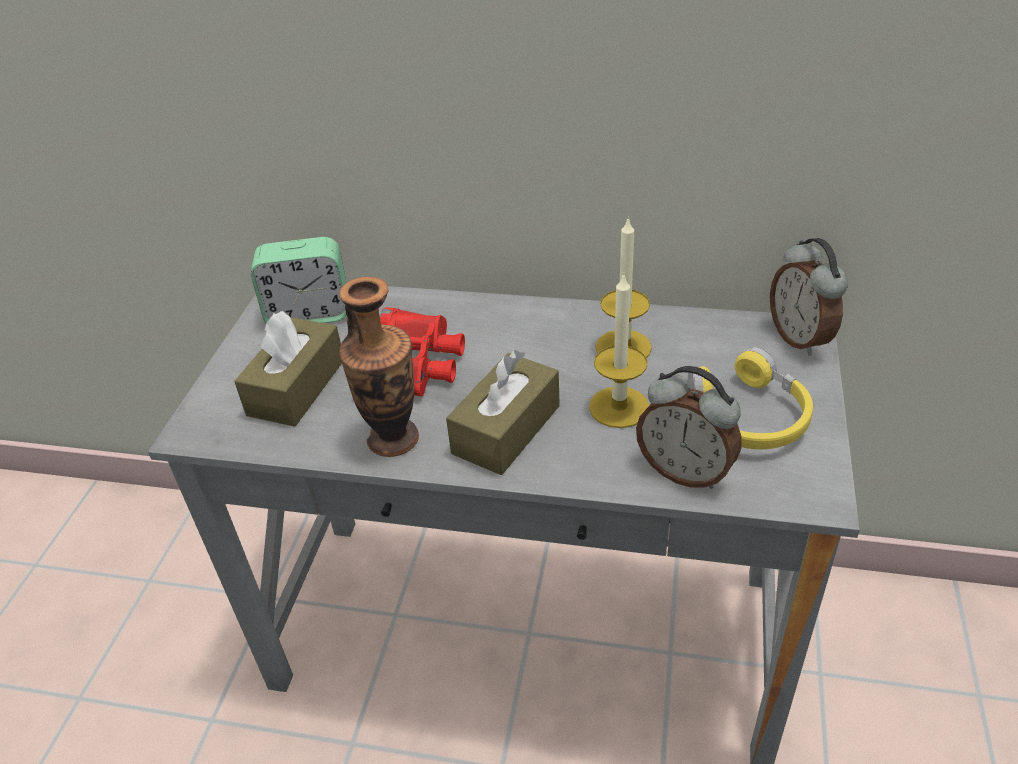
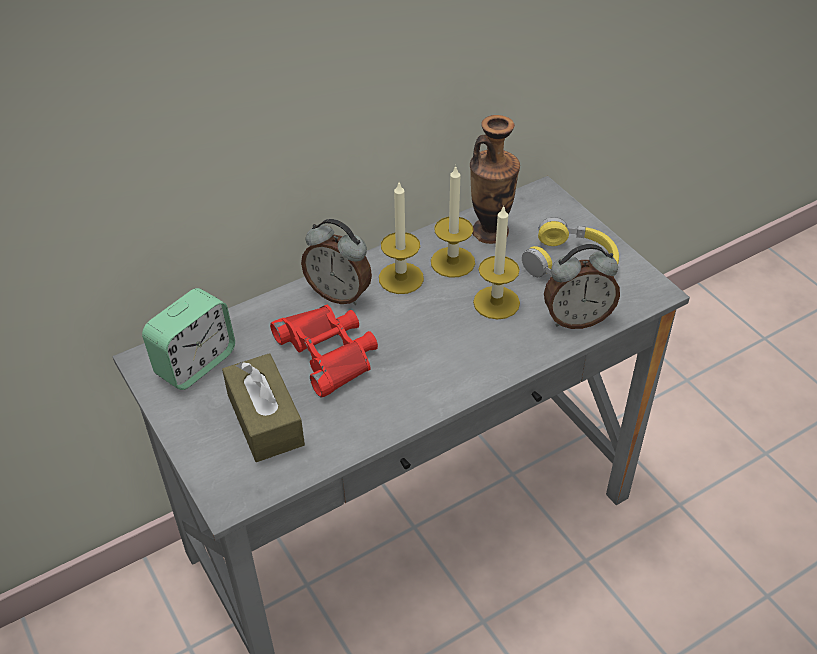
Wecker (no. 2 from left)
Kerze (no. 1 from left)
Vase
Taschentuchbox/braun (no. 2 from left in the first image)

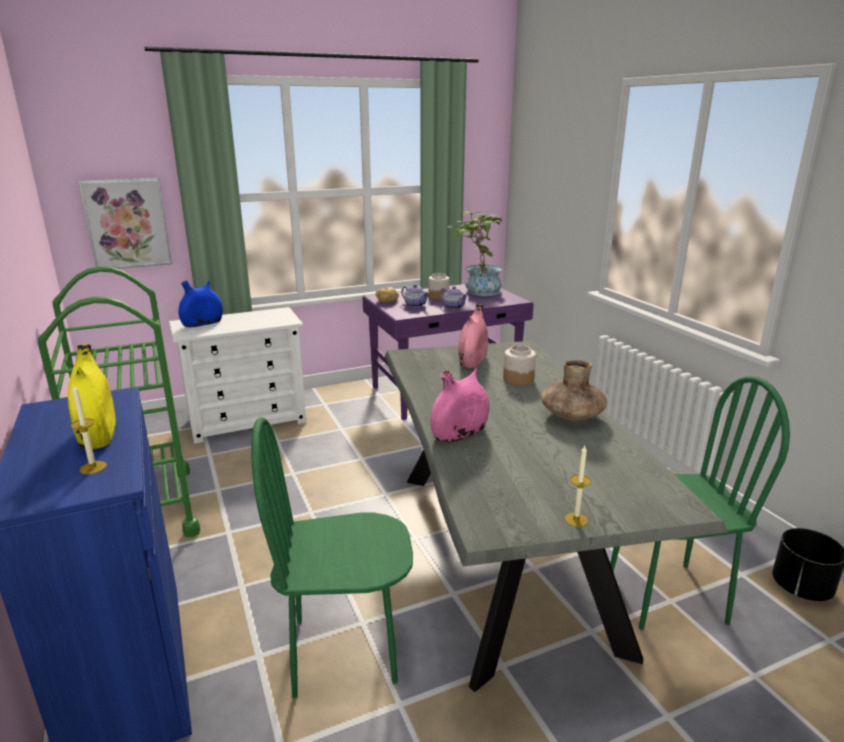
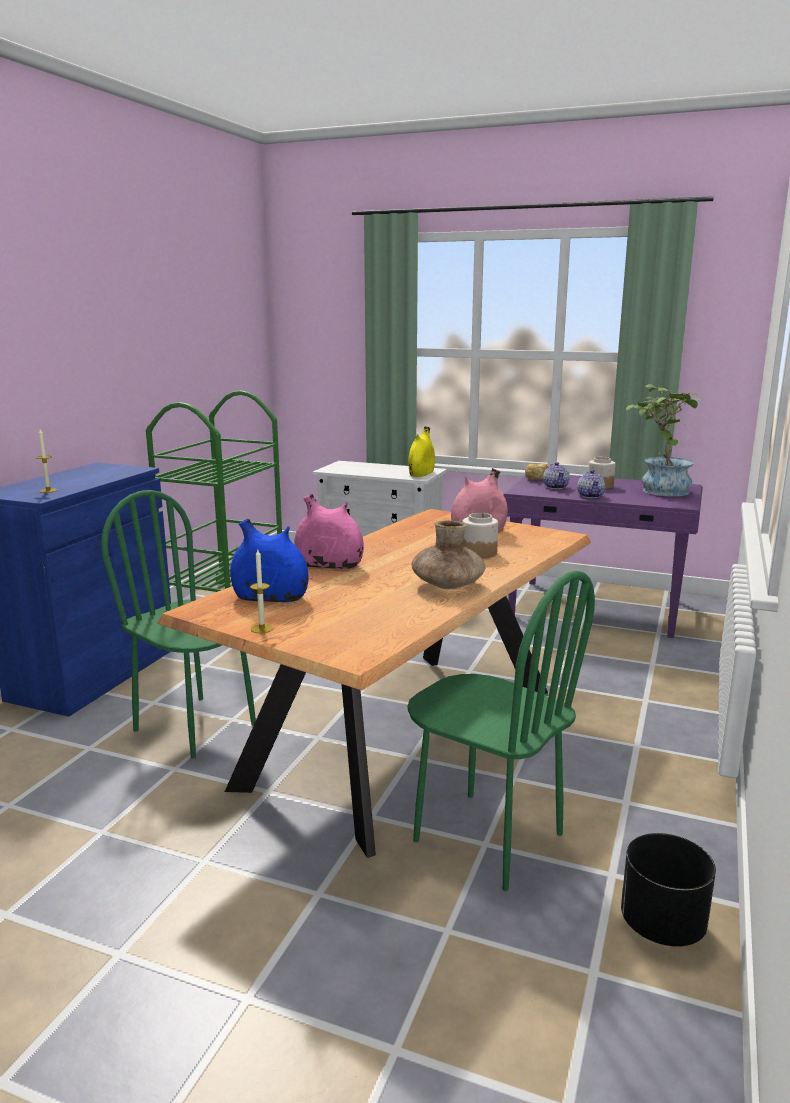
Esstisch/braun
Vase/blau
Vase/gelb
Bild

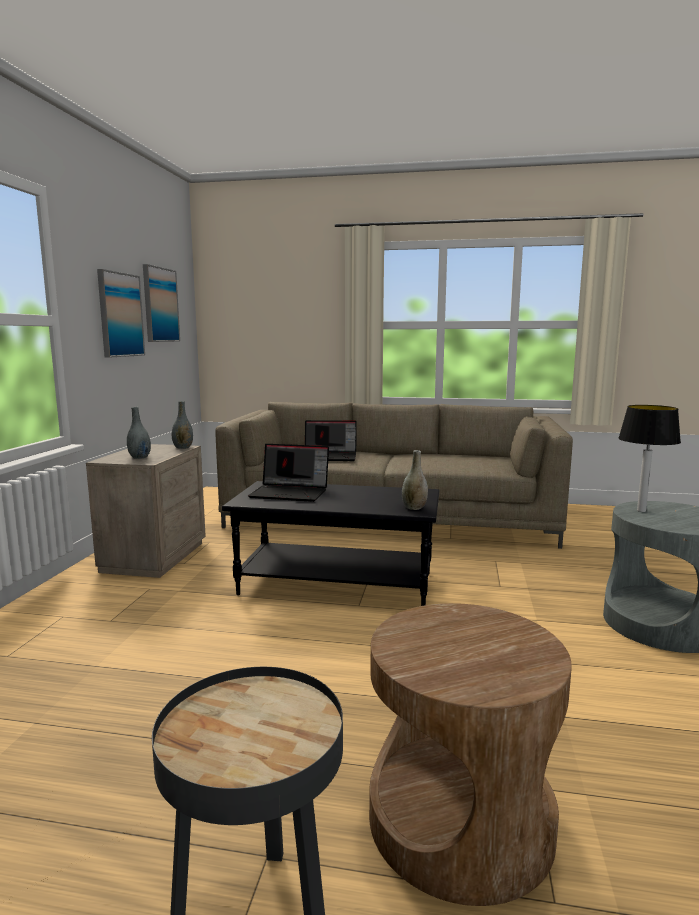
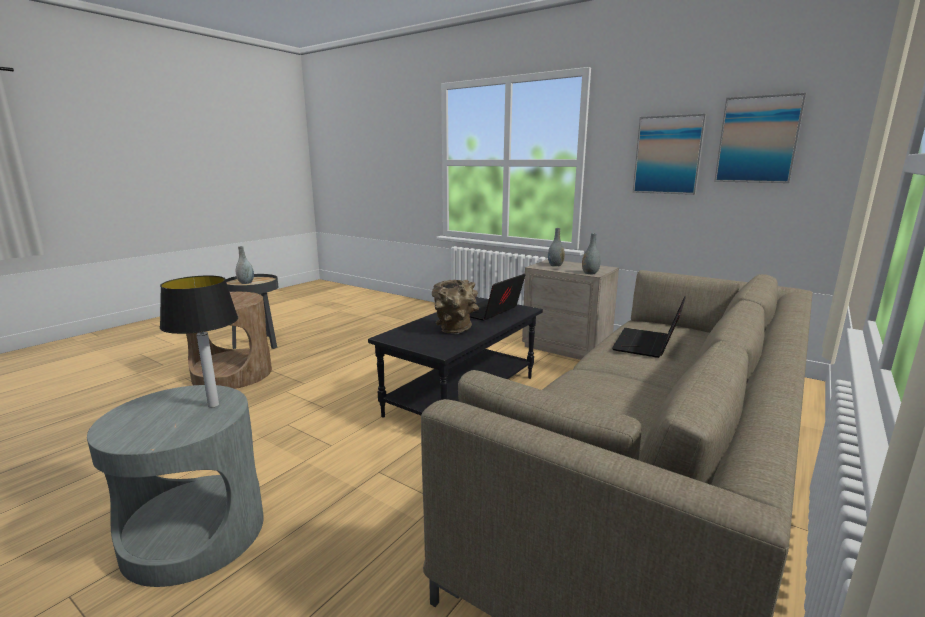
Vase/grau (no. 1 from left)
Vase/braun

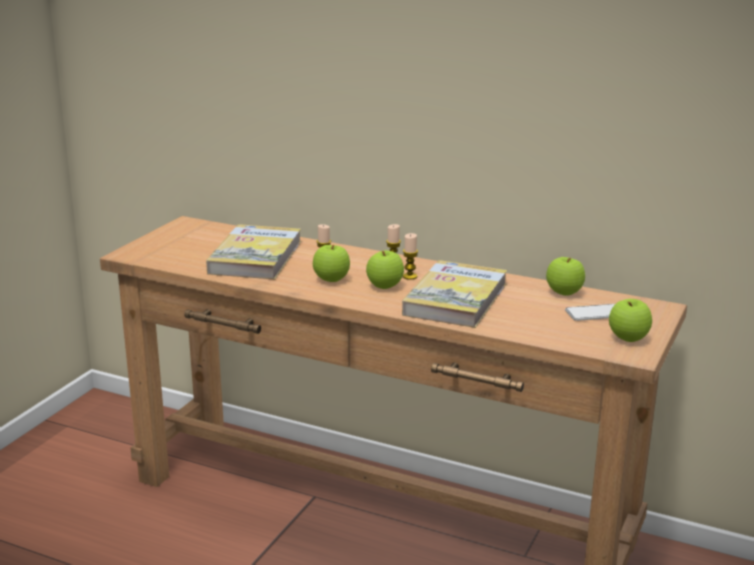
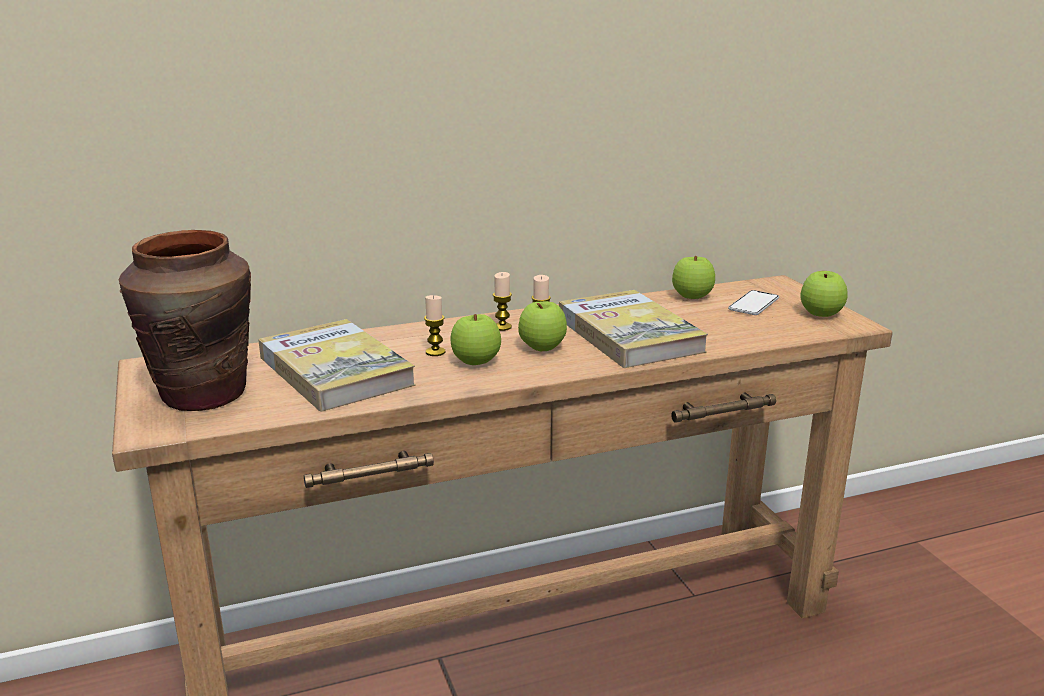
Vase/braun

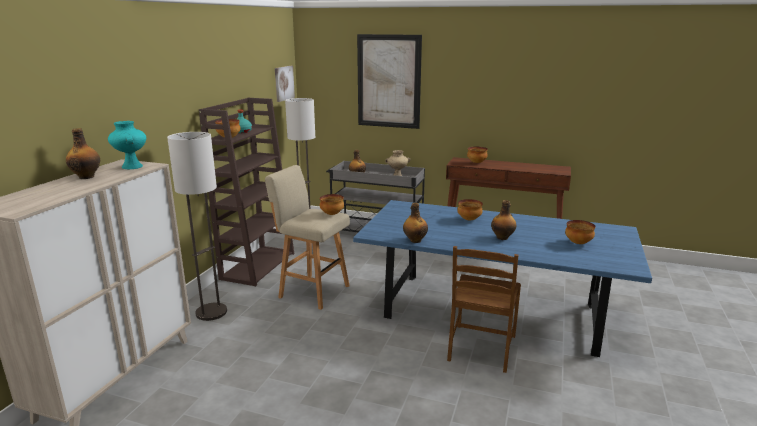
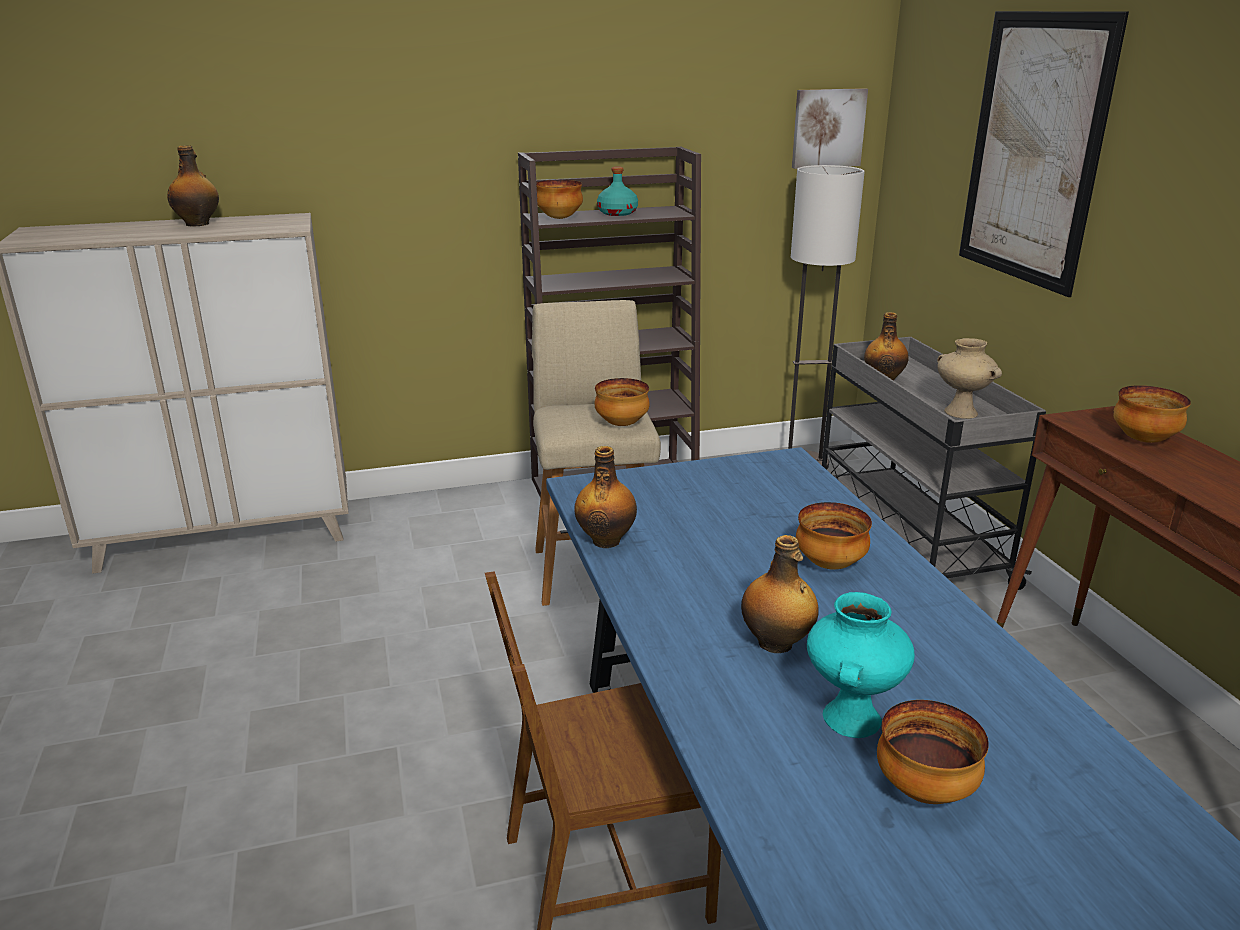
Vase/türkis
Stehlampe (no. 1 from left in the first image)

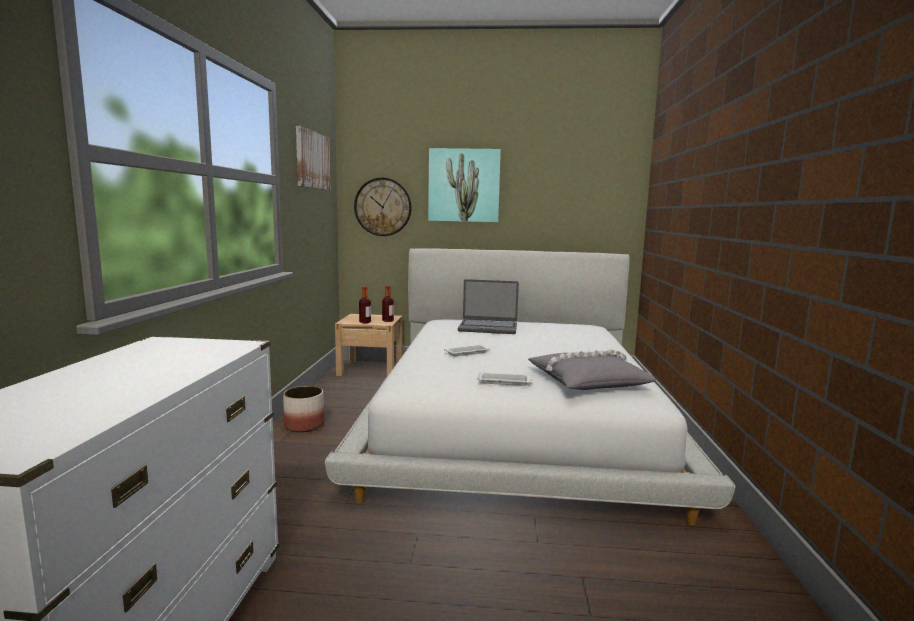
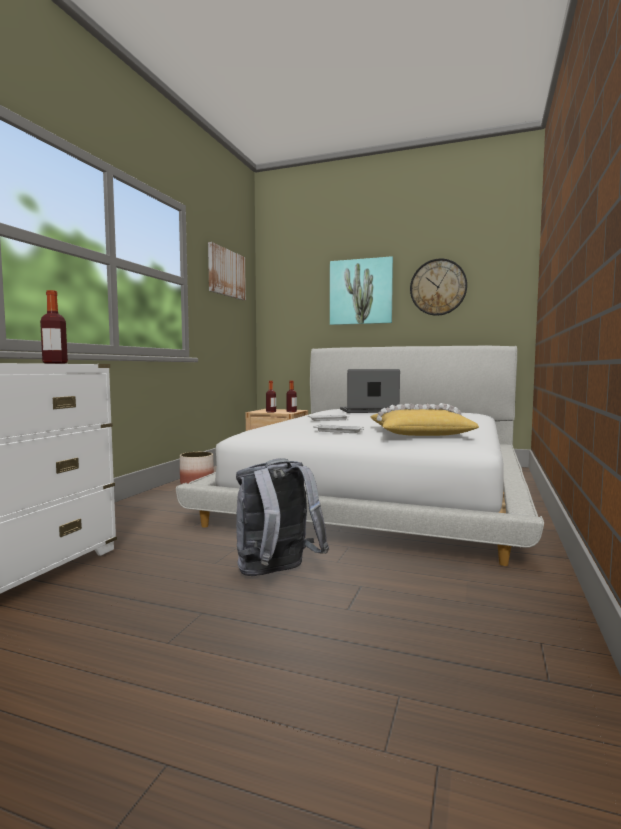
Flasche (no. 1 from left)
Rucksack/grau
Laptop
Kissen/gelb
Wanduhr

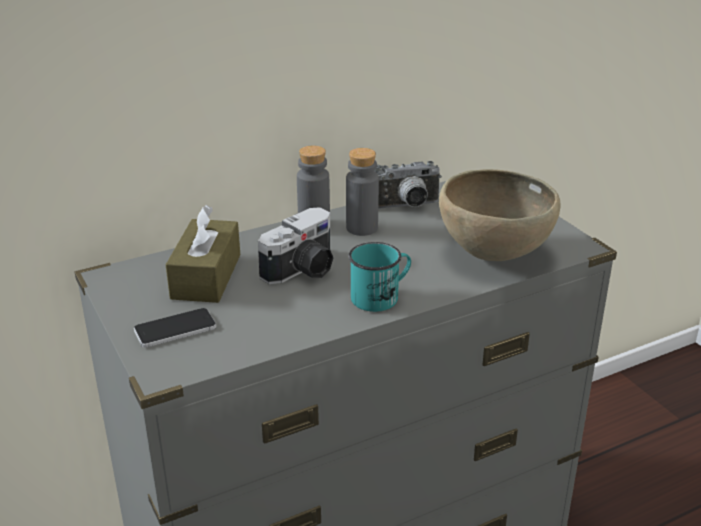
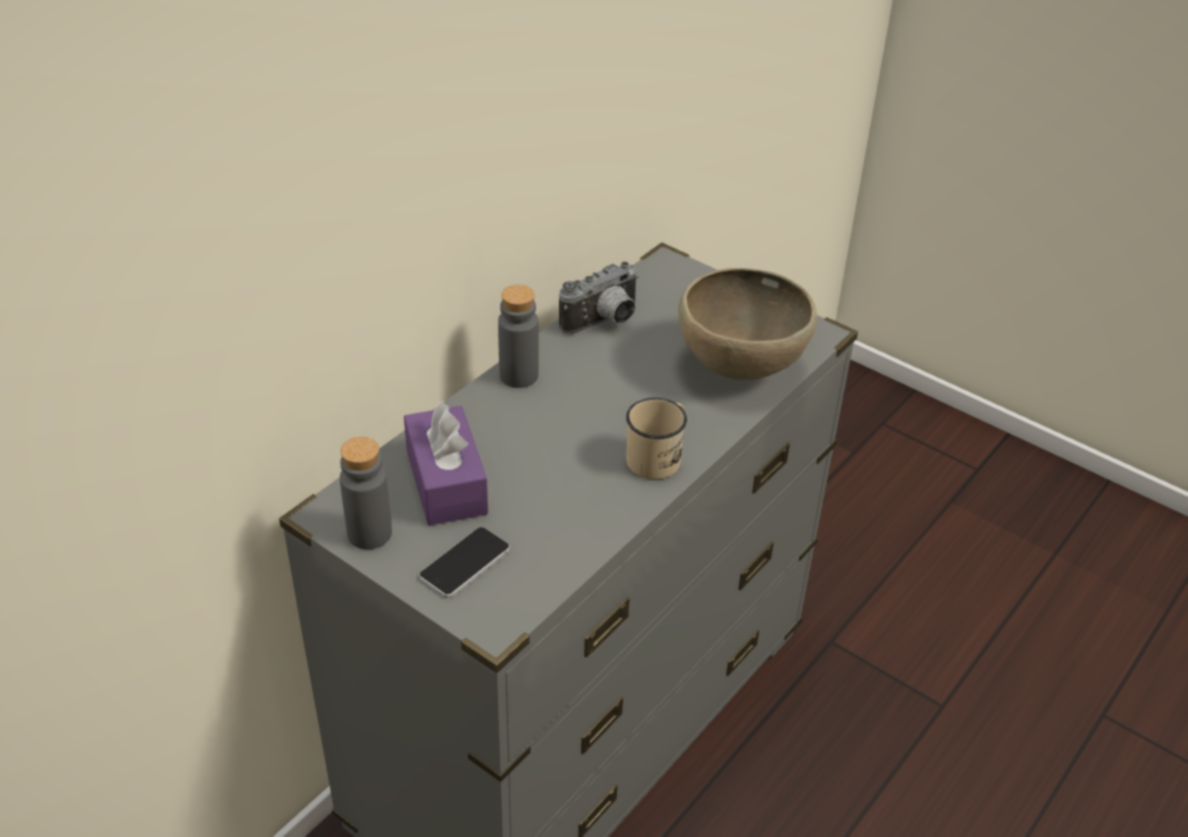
Flasche/grau (no. 1 from left)
Taschentuchbox/lila
Henkelbecher/beige
Kamera (no. 1 from left in the first image)

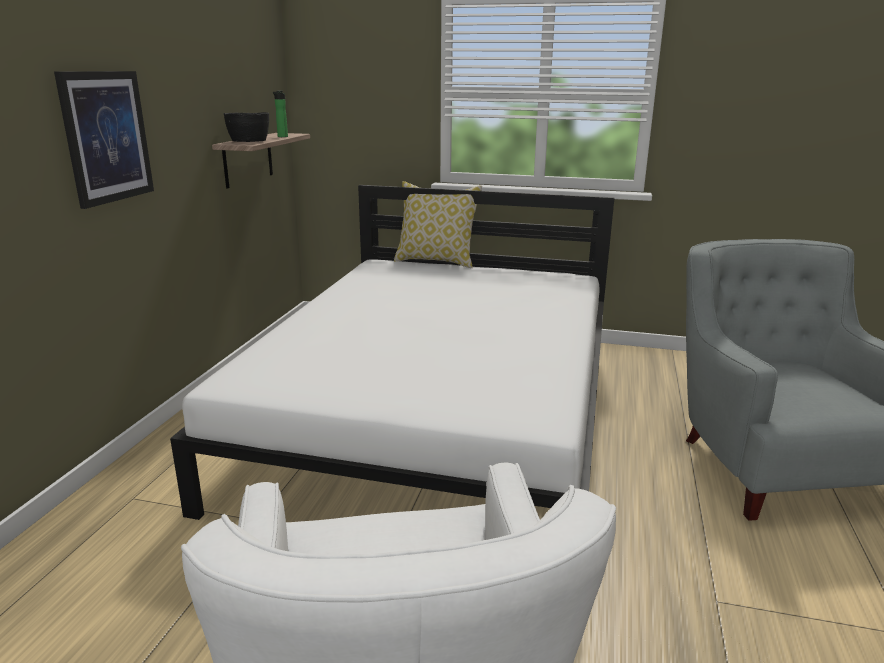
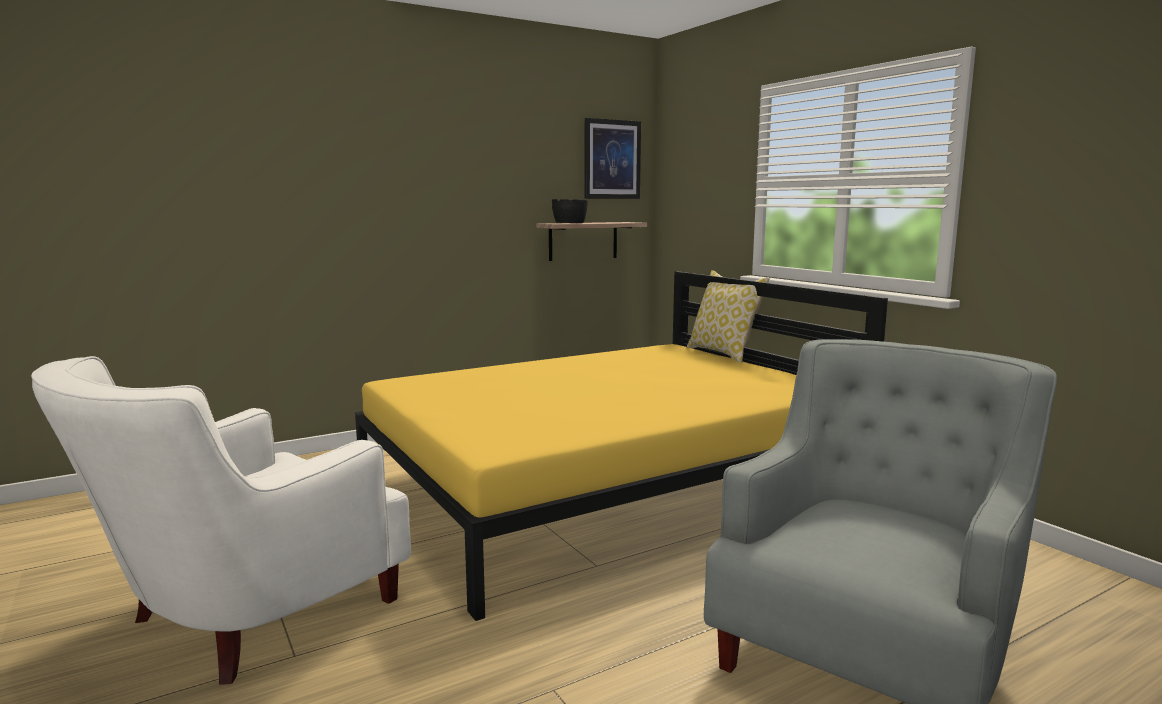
Bett/gelb
Bild
Flasche

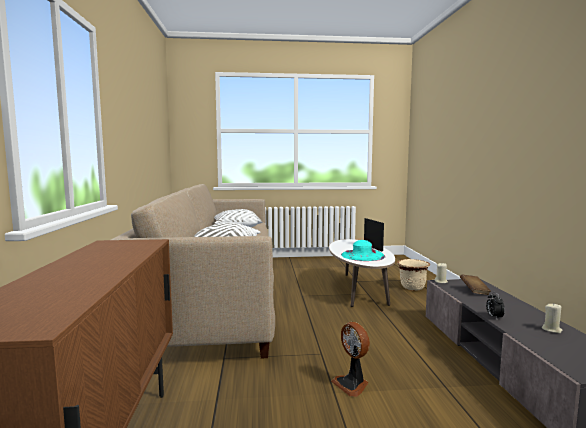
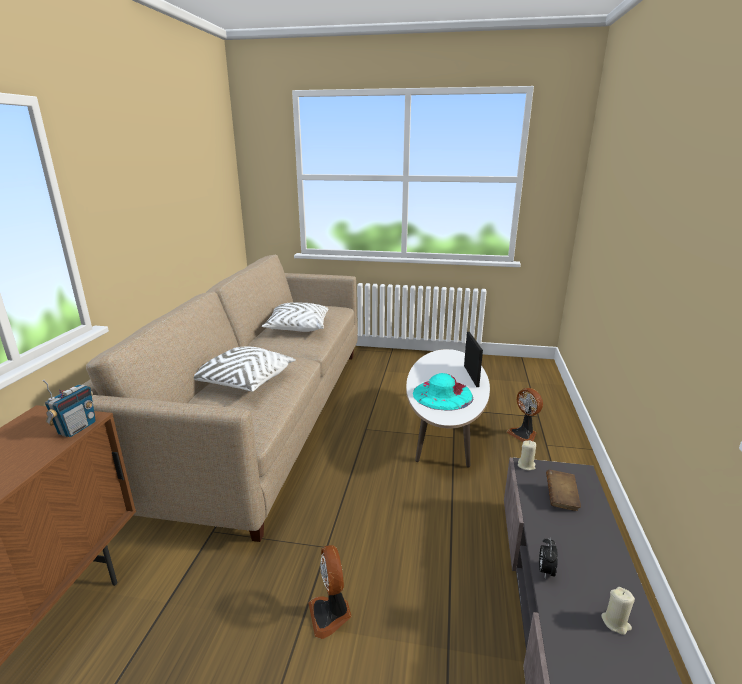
Radio
Ventilator (no. 2 from left)

